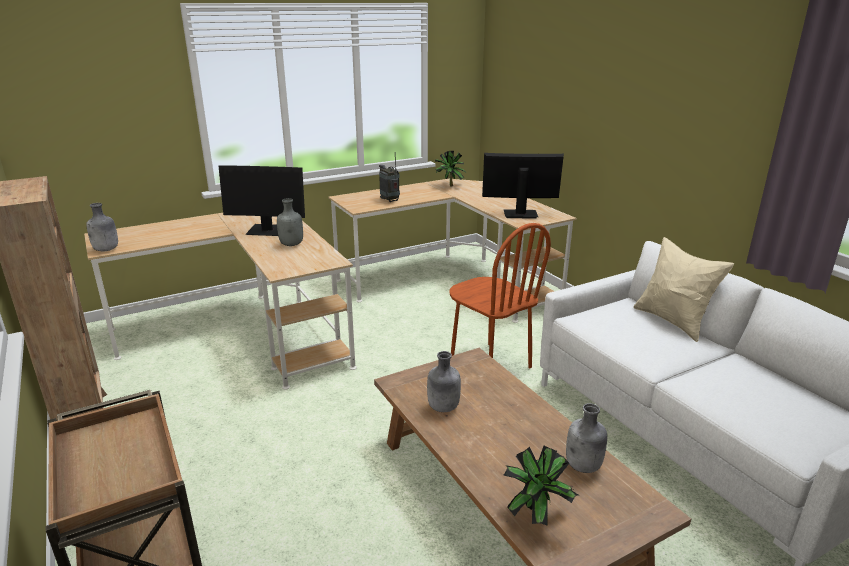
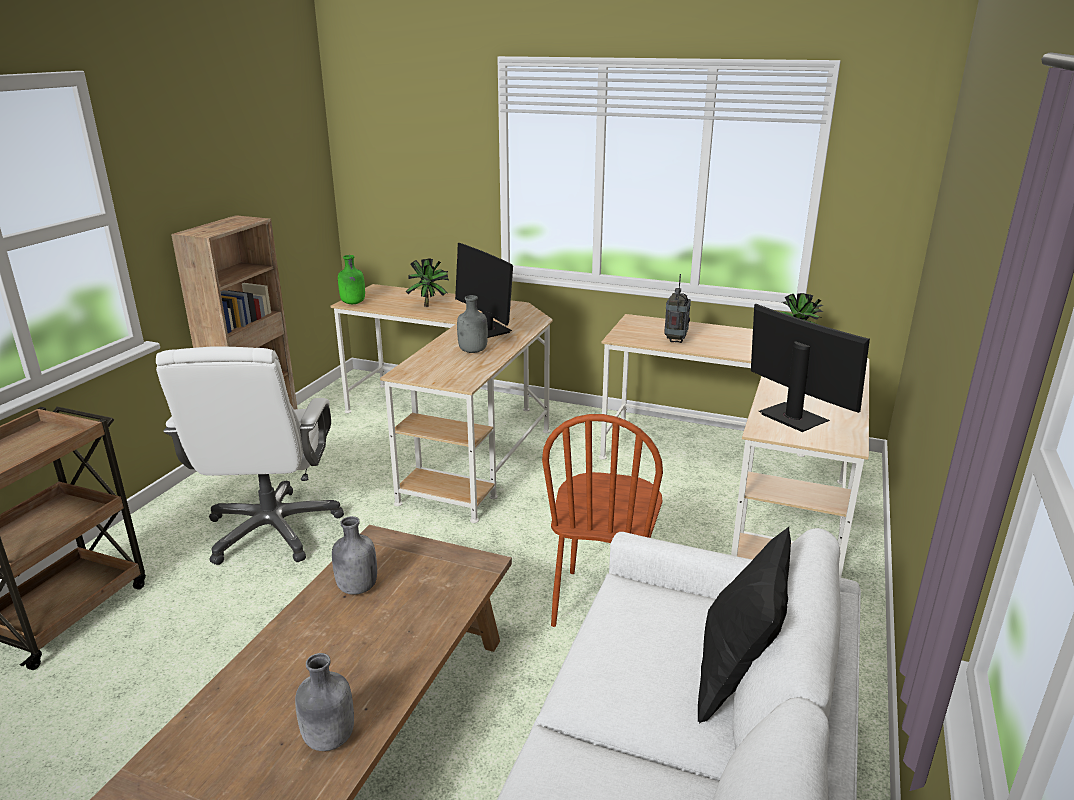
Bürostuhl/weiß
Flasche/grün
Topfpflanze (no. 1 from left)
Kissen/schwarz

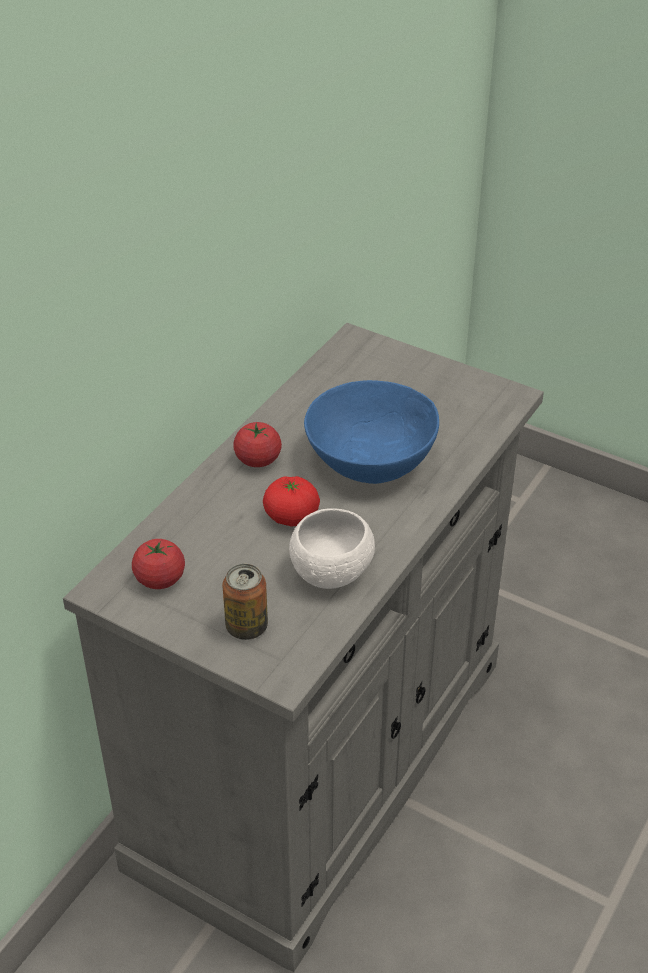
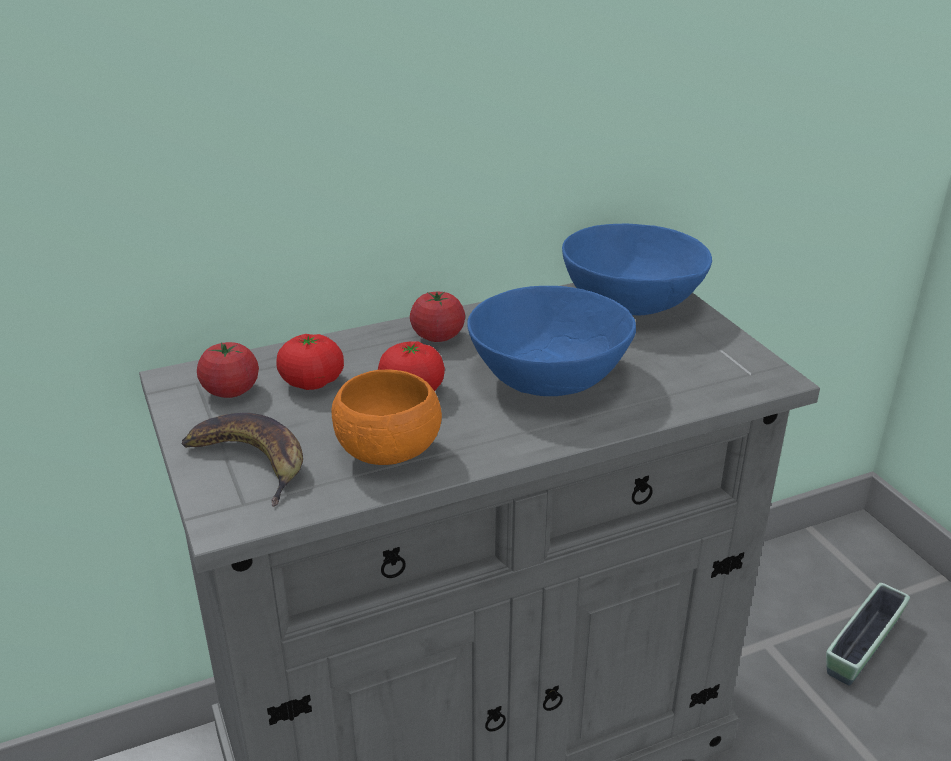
Banane
Tomate (no. 2 from left)
Schüssel/orange
Schüssel/blau (no. 2 from left)
Pflanzkübel

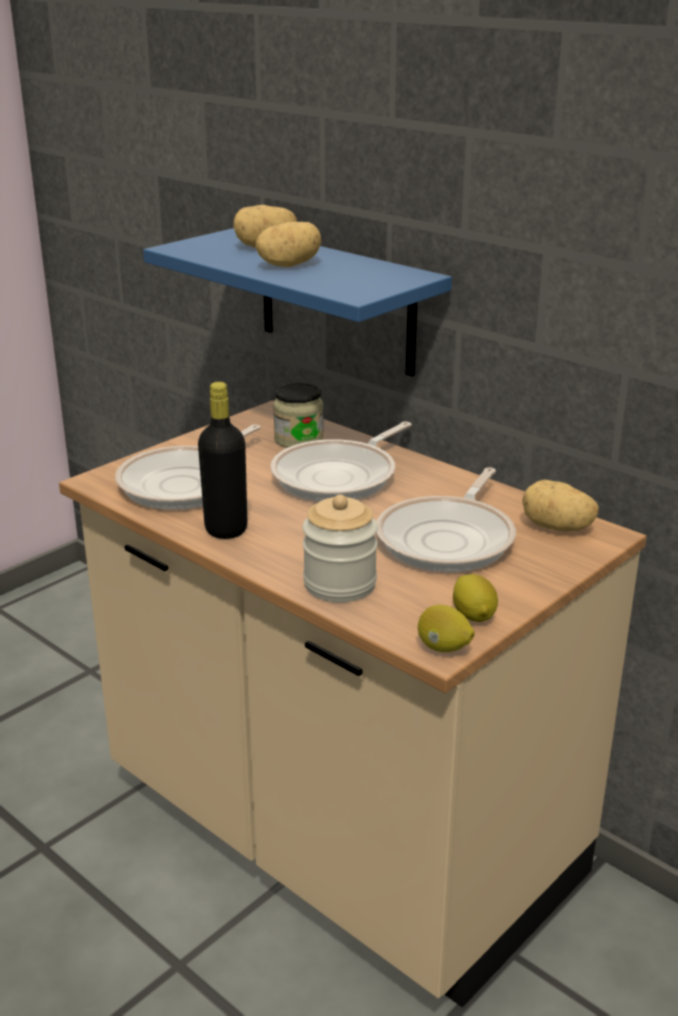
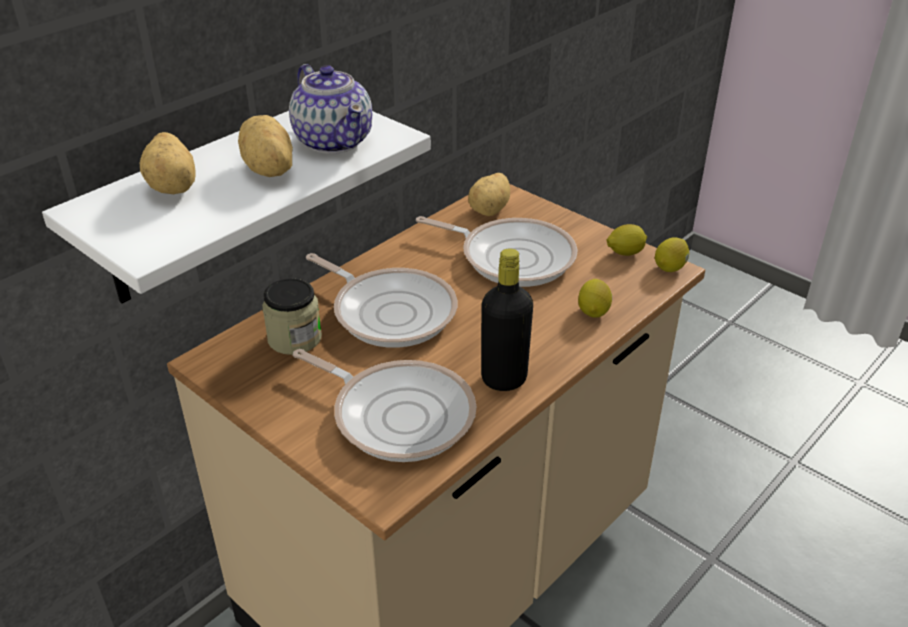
Wandregal/weiß
Teekanne
Zitrone (no. 1 from left)

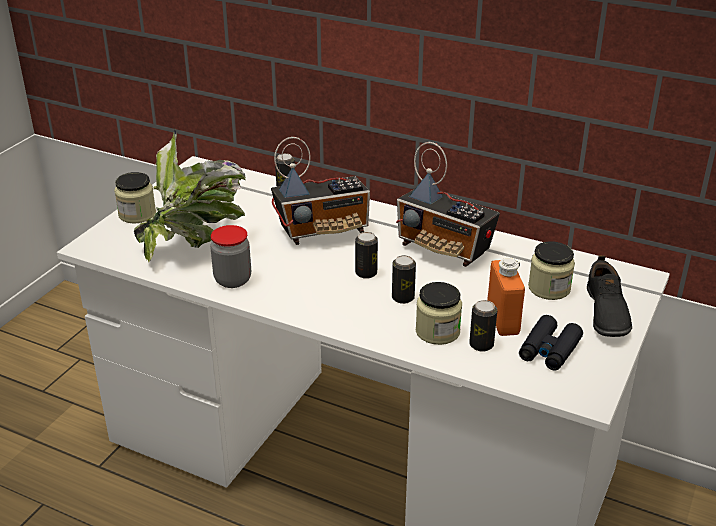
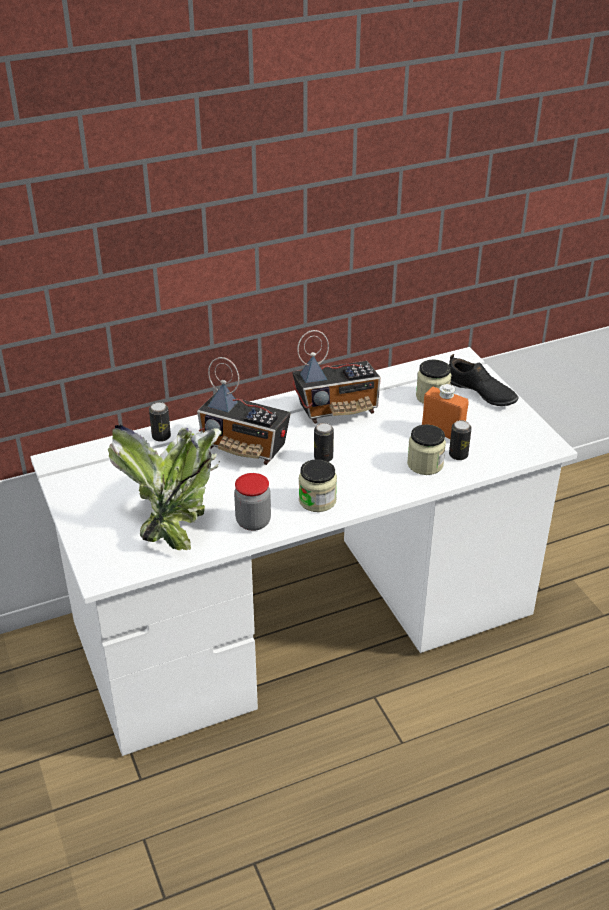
Radio (no. 1 from left)
Vorratsglas (no. 2 from left)
Dose (no. 3 from left in the first image)
Fernglas/schwarz

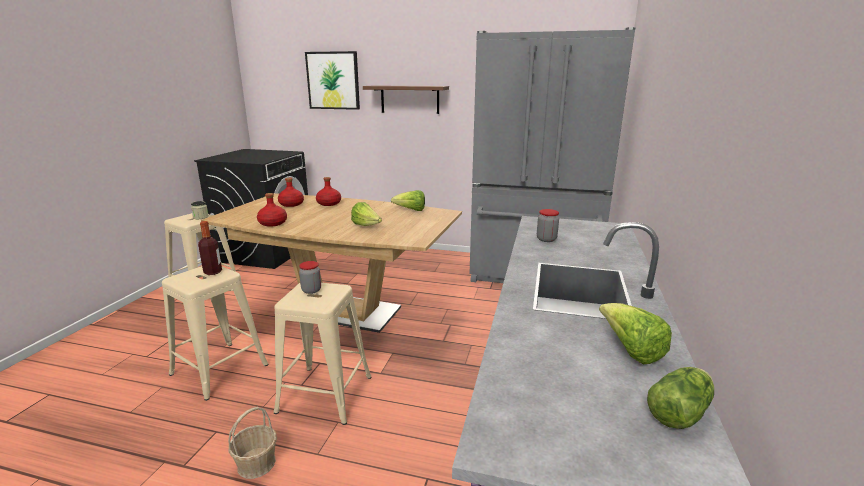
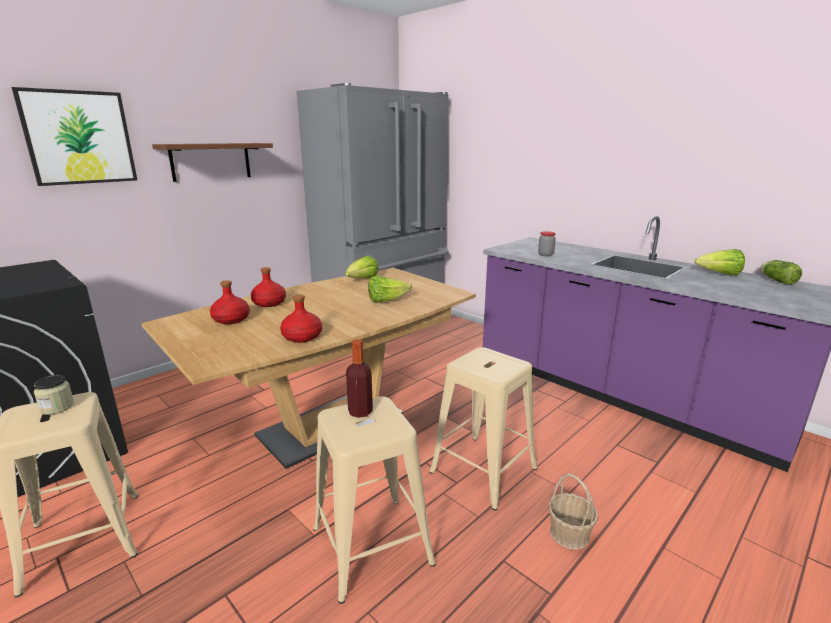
Vorratsglas (no. 2 from left in the first image)

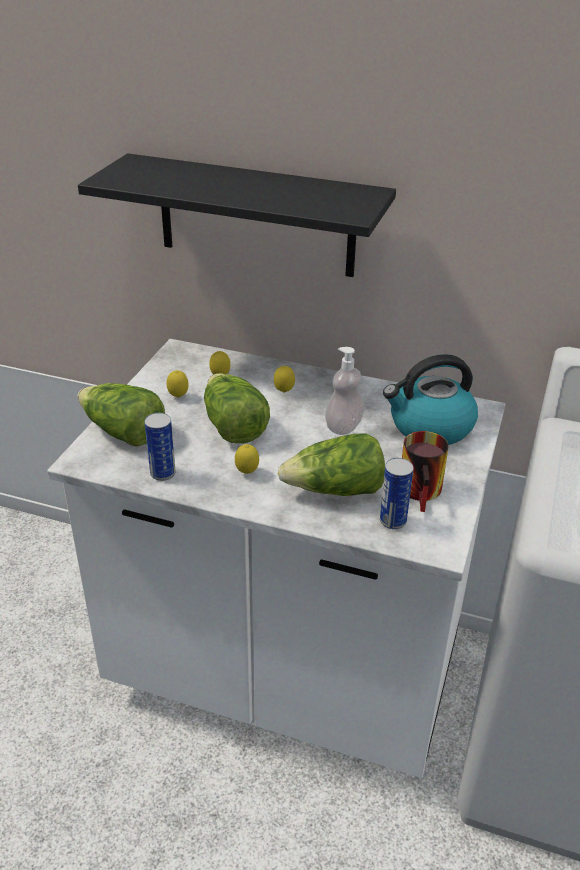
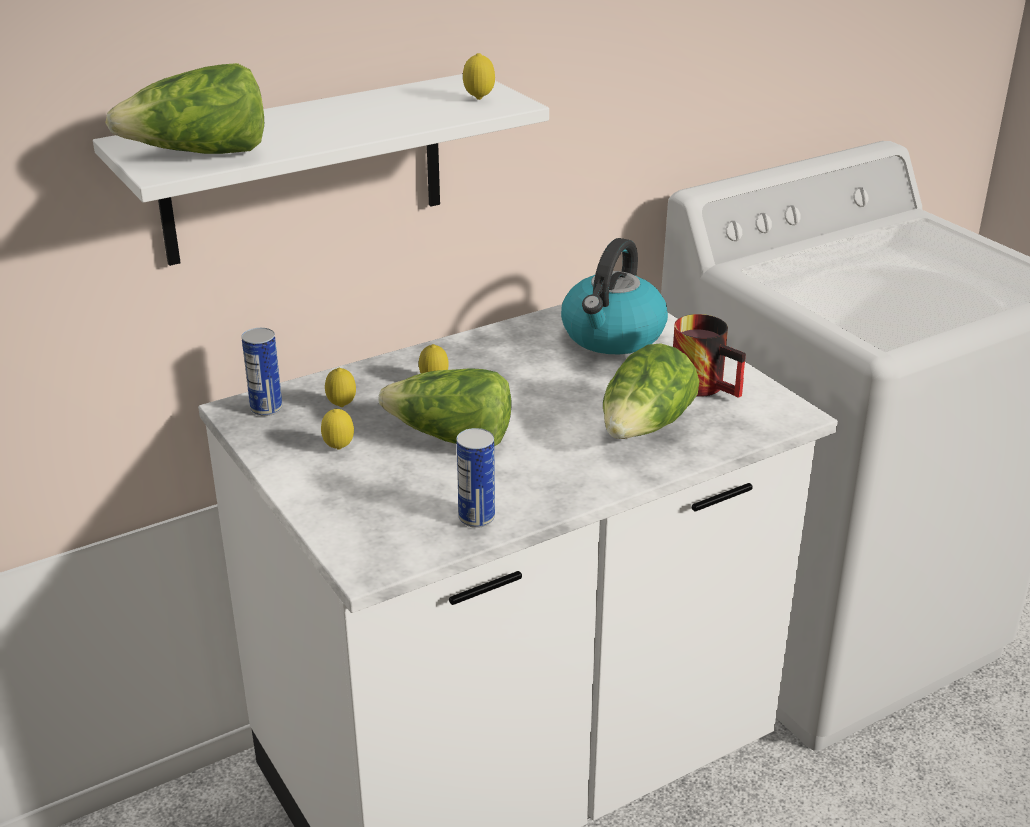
Wandregal/weiß
Salatkopf (no. 1 from left)
Dose (no. 1 from left)
Zitrone (no. 4 from left)
Seifenspender

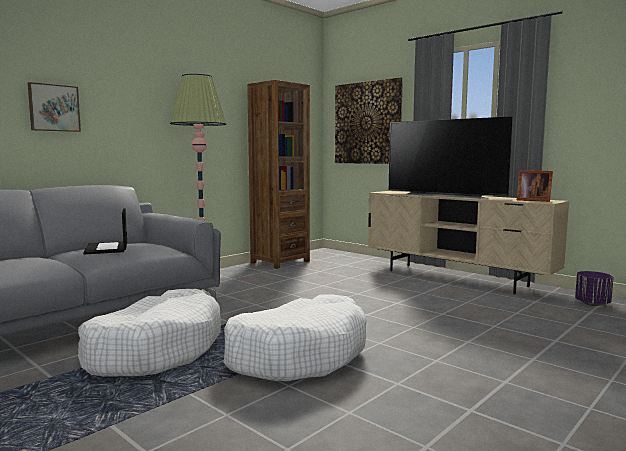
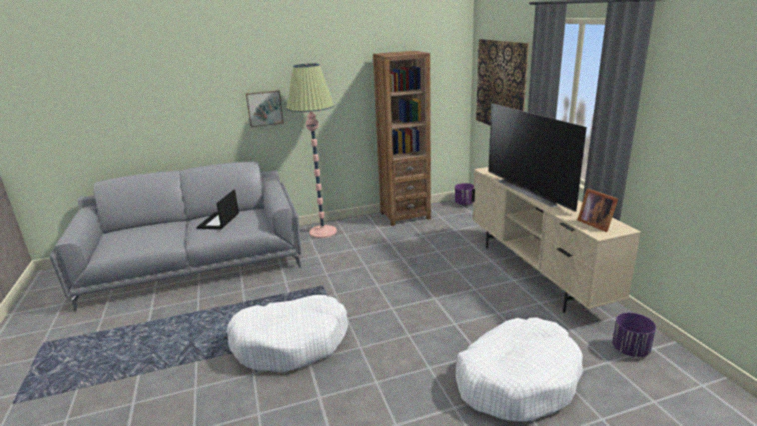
Bild (no. 1 from left)
Pflanzkübel/lila (no. 1 from left)
Hundebett/weiß (no. 2 from left)

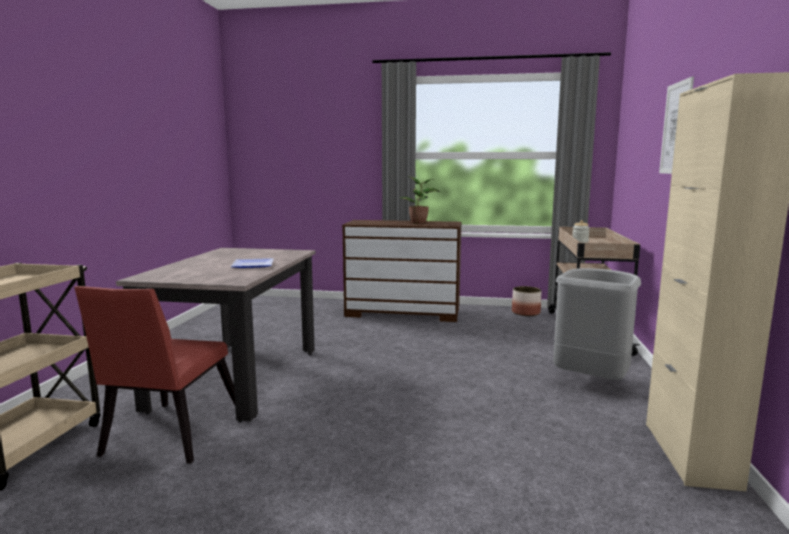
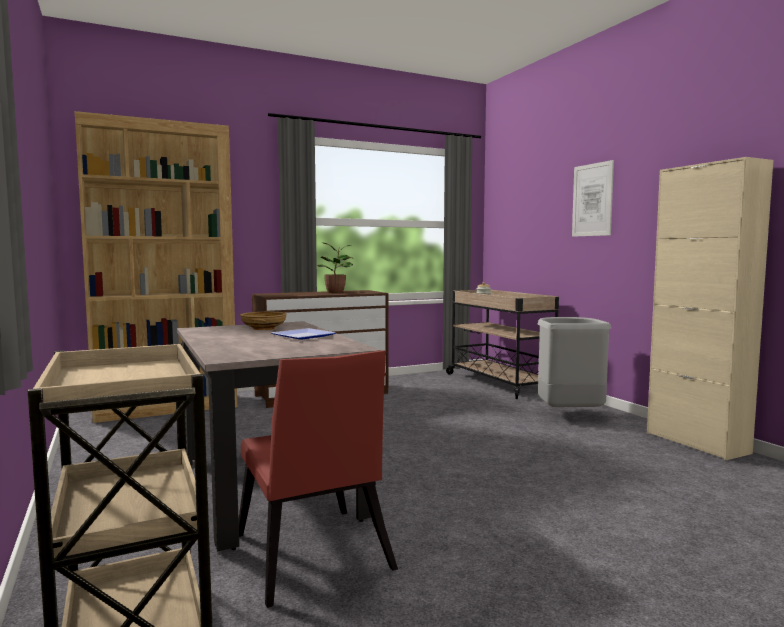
Bücherregal/braun
Schüssel/beige
Pflanzkübel

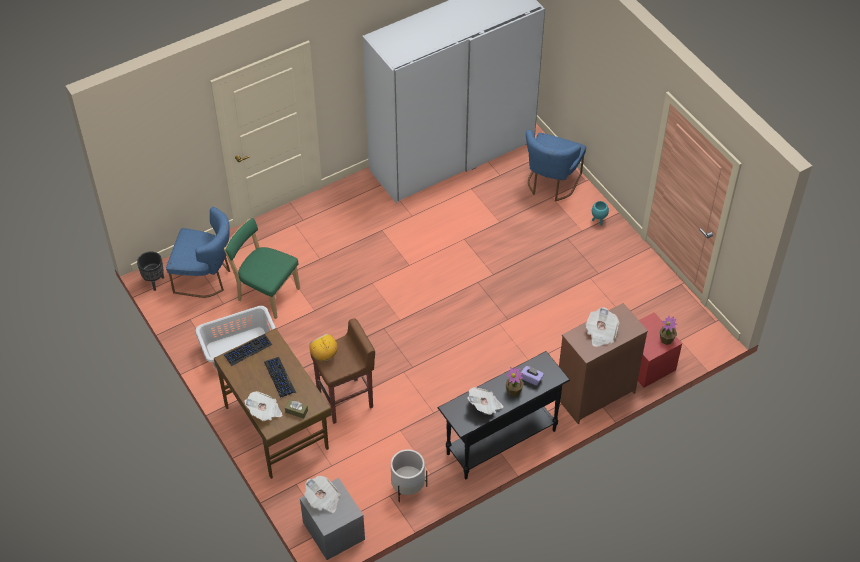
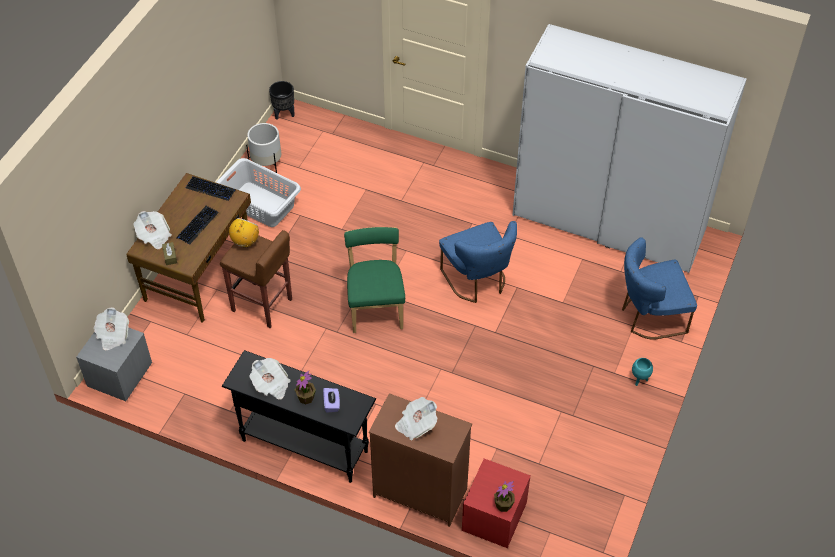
Pflanzkübel/weiß
Stuhl/grün
Stuhl/blau (no. 1 from left)

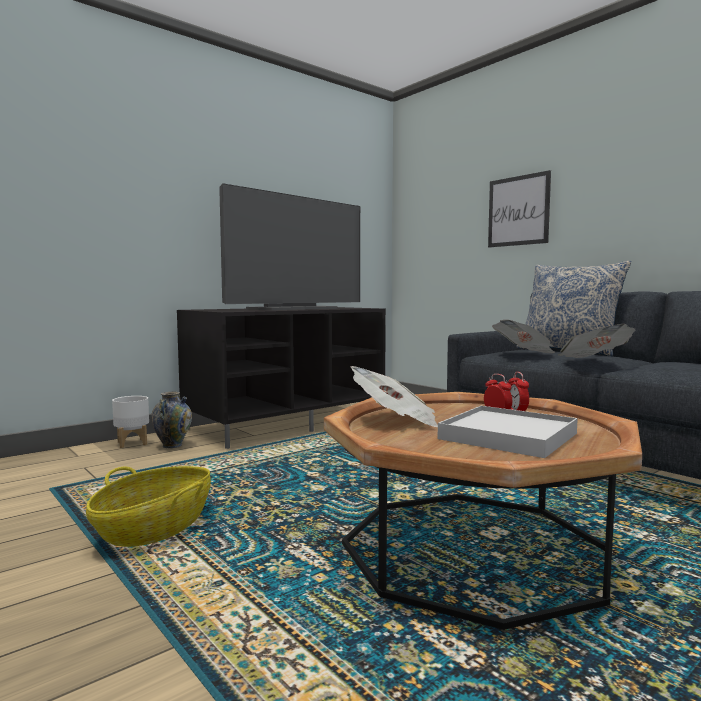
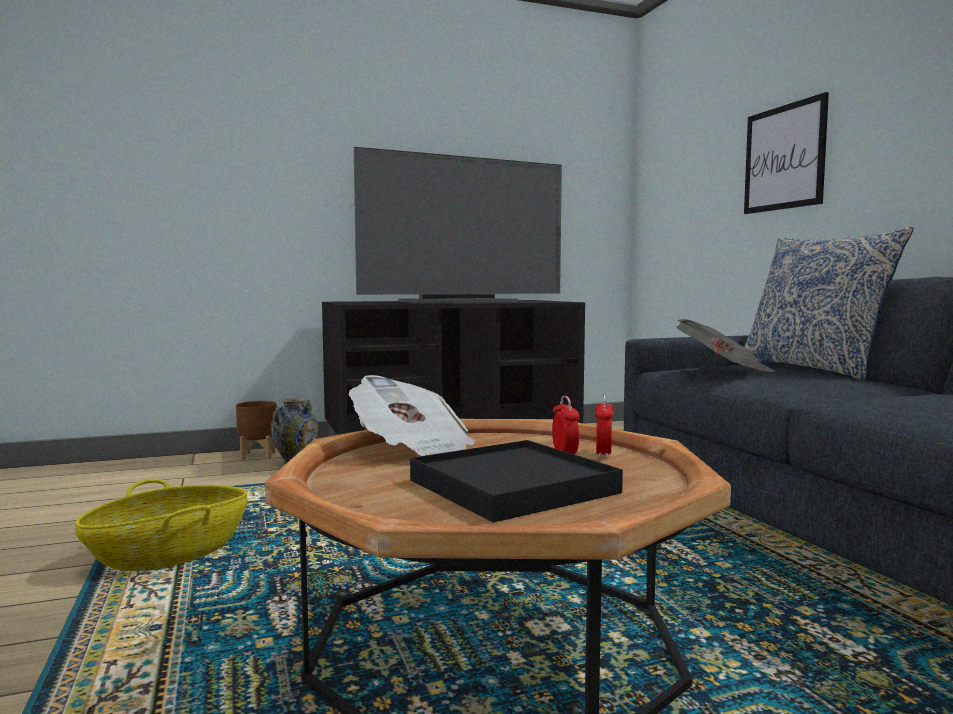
Pflanzkübel/braun
Tablett/schwarz
Zeitung (no. 3 from left in the first image)

